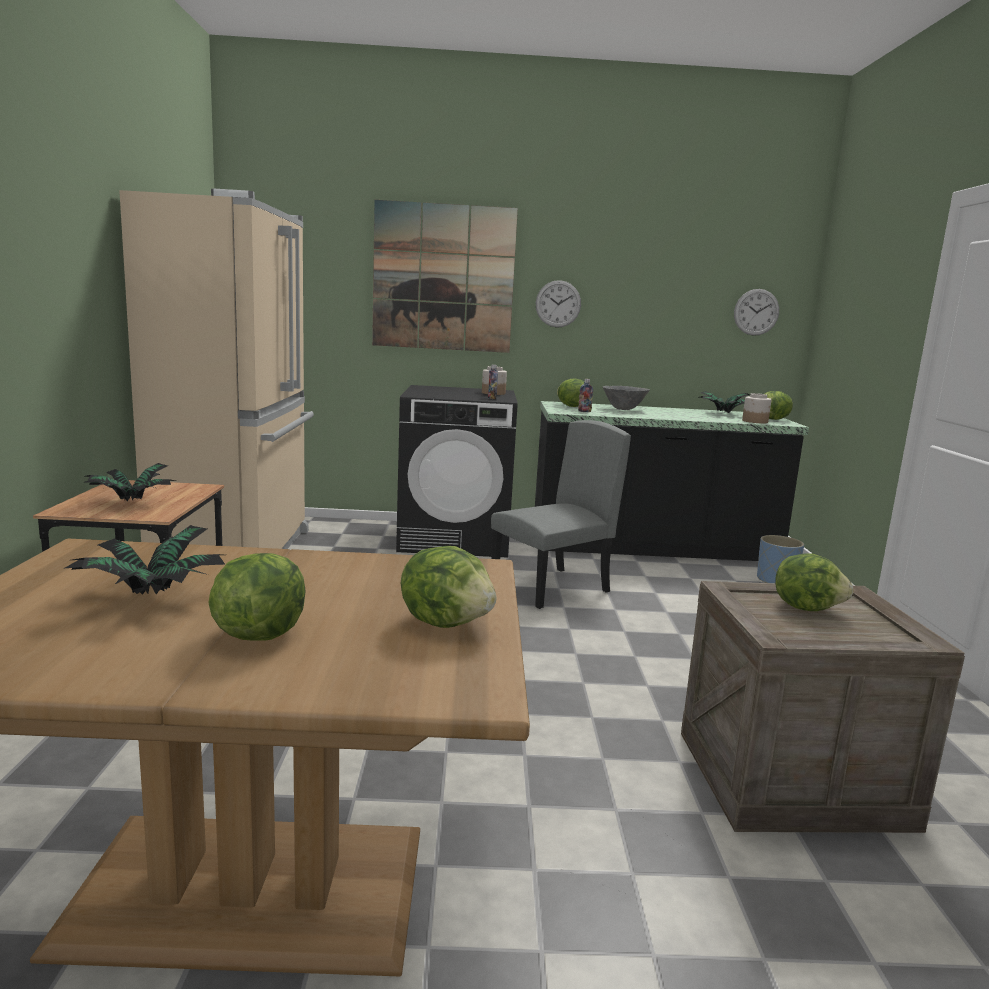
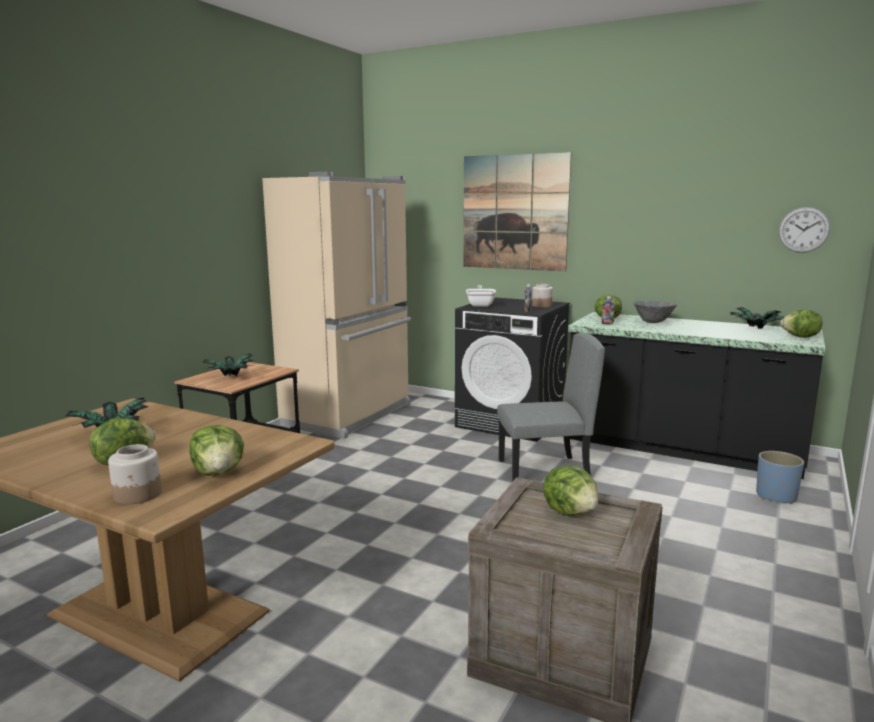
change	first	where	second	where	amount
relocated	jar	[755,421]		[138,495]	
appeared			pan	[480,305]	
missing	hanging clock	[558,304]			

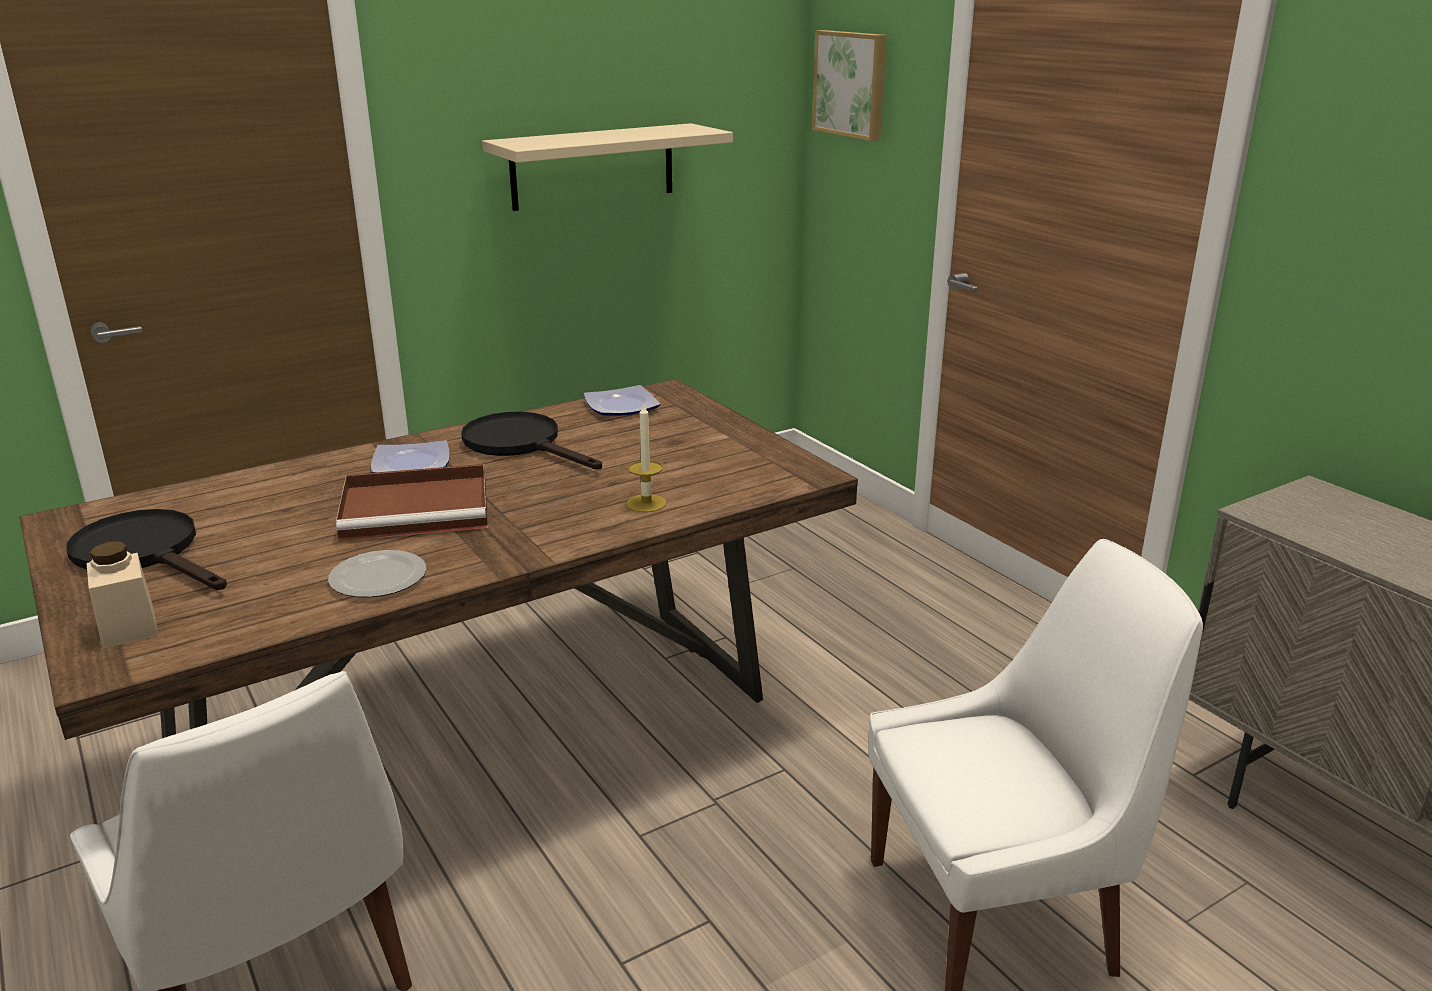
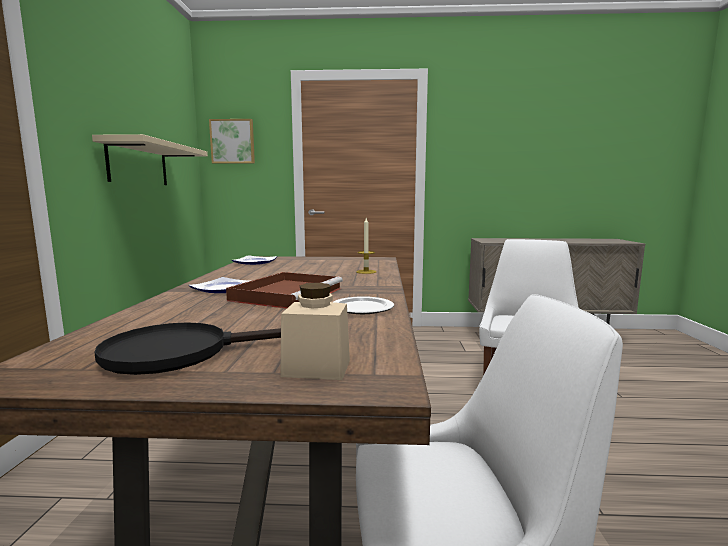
change	first	where	second	where	amount
missing	pan (blackish)	[521,444]			

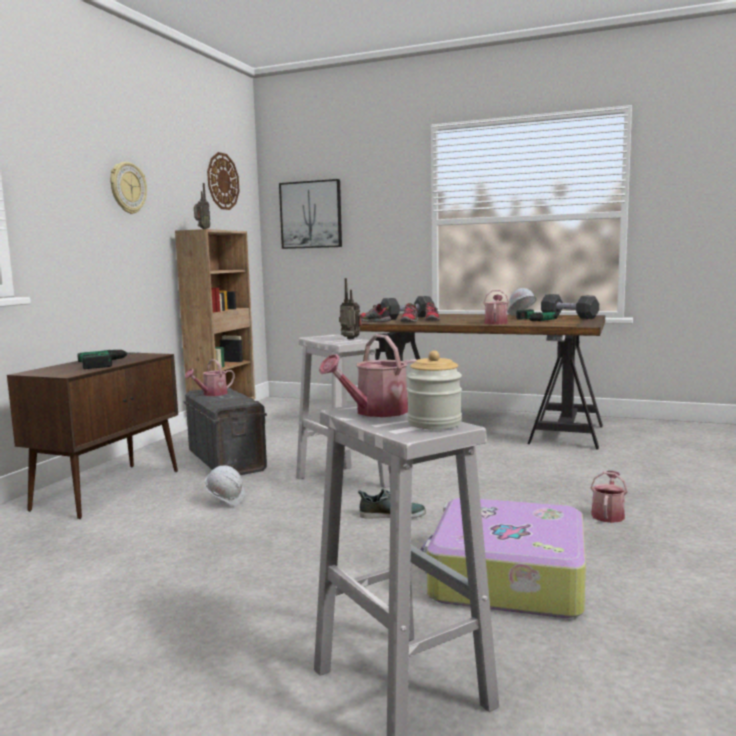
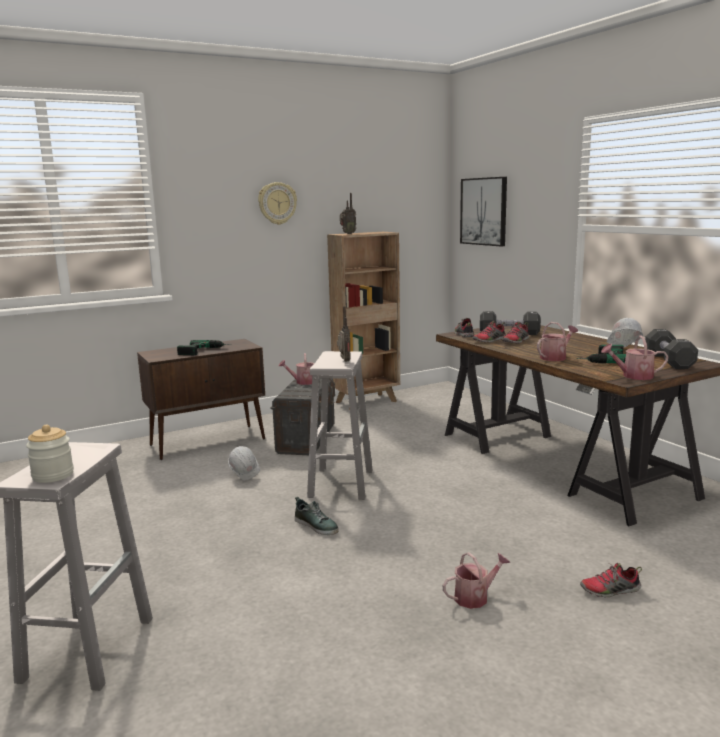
change	first	where	second	where	amount
appeared			shoe	[610,591]	
relocated	sprinkling can	[375,412]		[633,376]	
missing	hanging clock	[222,181]			
missing	piece of luggage	[505,578]			

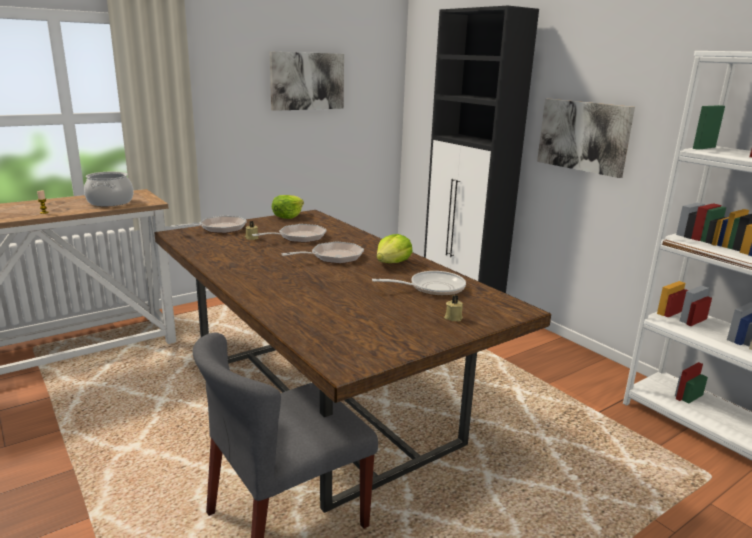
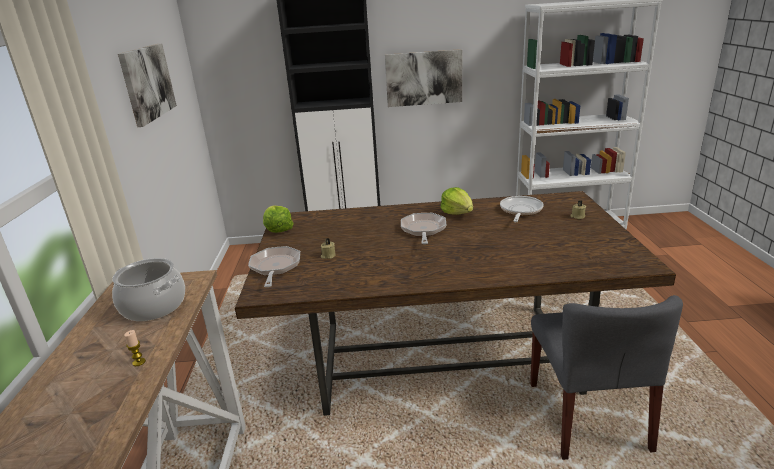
change	first	where	second	where	amount
missing	pan	[298,237]			

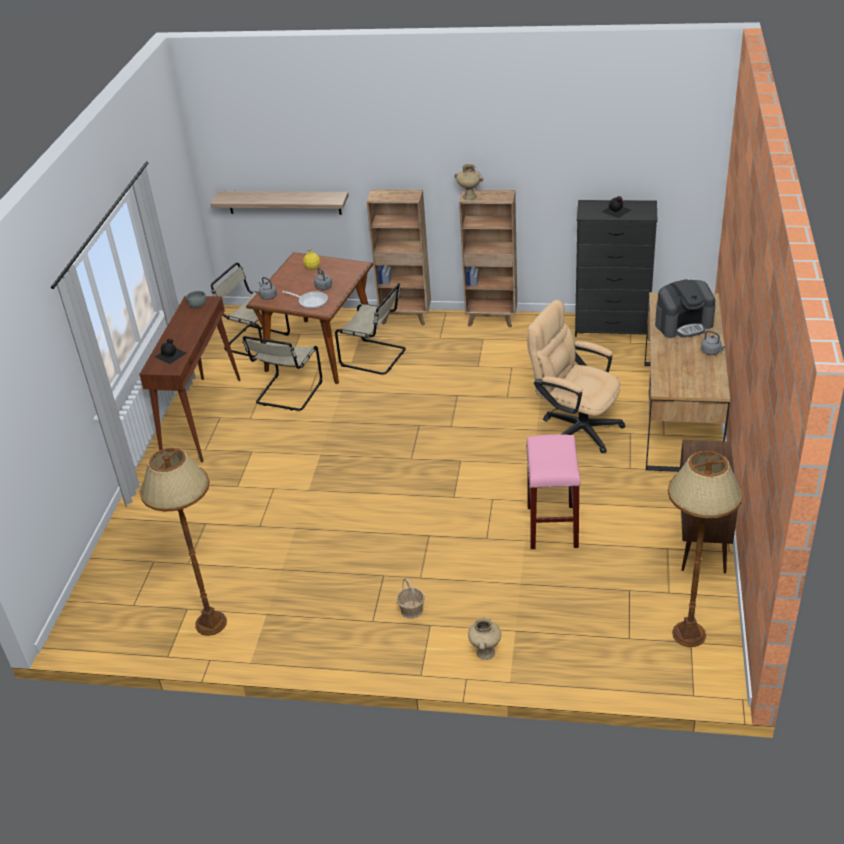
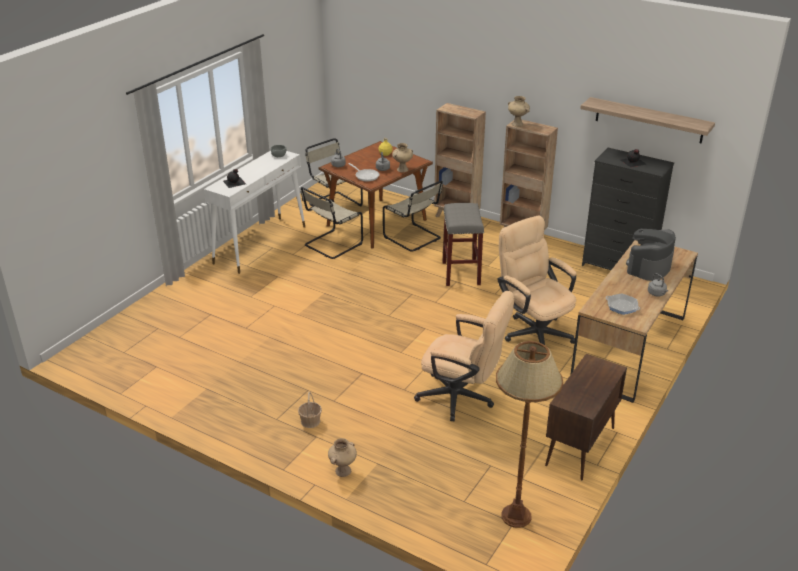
change	first	where	second	where	amount
colour	hall table (brown-coloured)	[202,418]	hall table (white-coloured)	[260,244]	
appeared			vase (beige-coloured)	[402,169]	
exchanged	stool seat (pink)	[553,527]	computer chair (beige-coloured)	[462,398]	
appeared			stool seat (greyish)	[461,274]	
relocated	shelf	[284,202]		[649,120]	
appeared			pan	[622,306]	
spun	coffee brewer	[683,324]		[648,267]	120 degrees clockwise
missing	floor lamp (brown-coloured)	[211,623]			

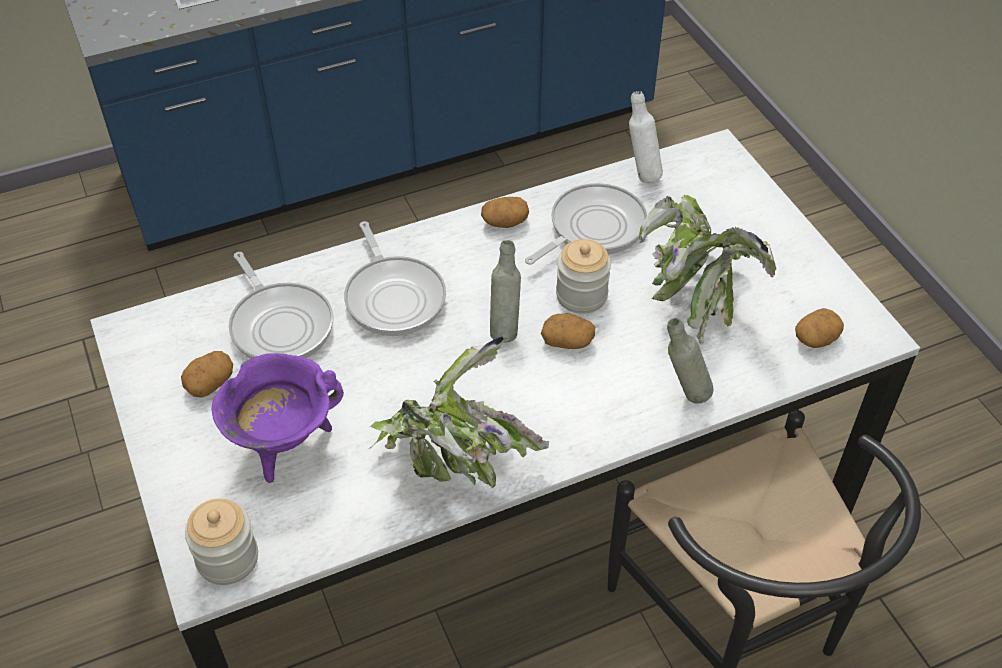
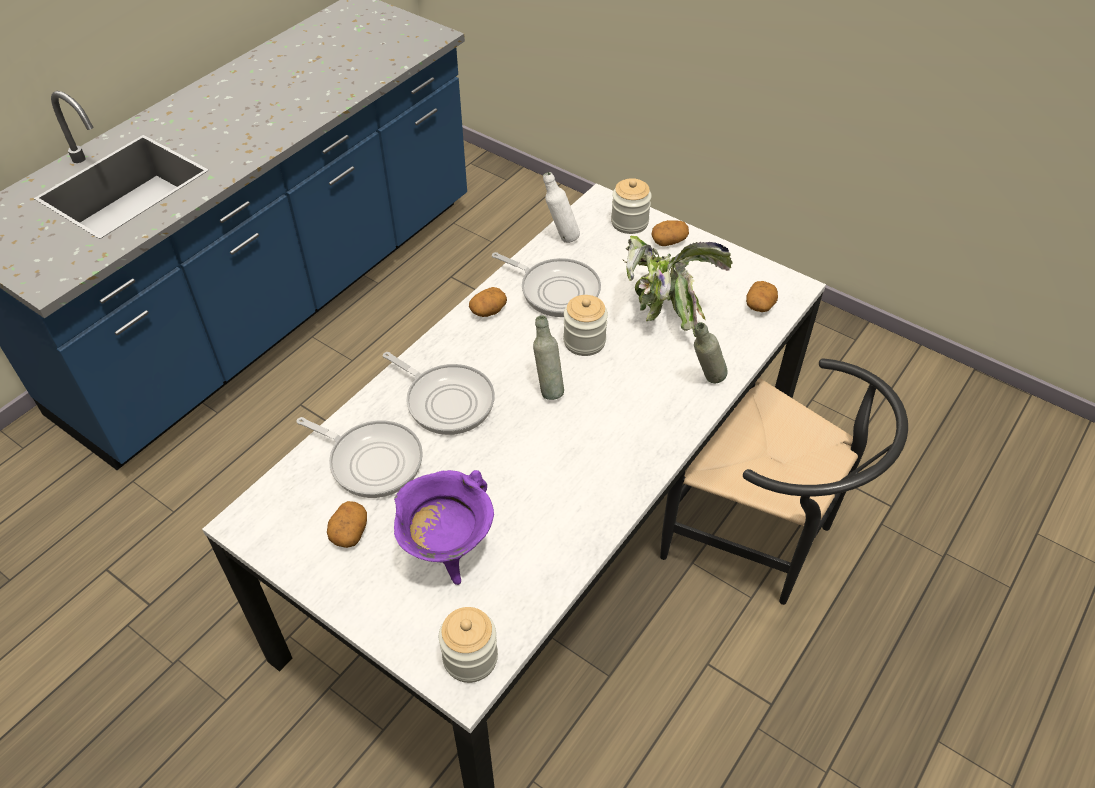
change	first	where	second	where	amount
spun	pan	[592,228]		[556,290]	105 degrees clockwise
appeared			jar	[629,222]	
relocated	whole potato	[568,341]		[669,240]	
missing	houseplant	[453,463]			

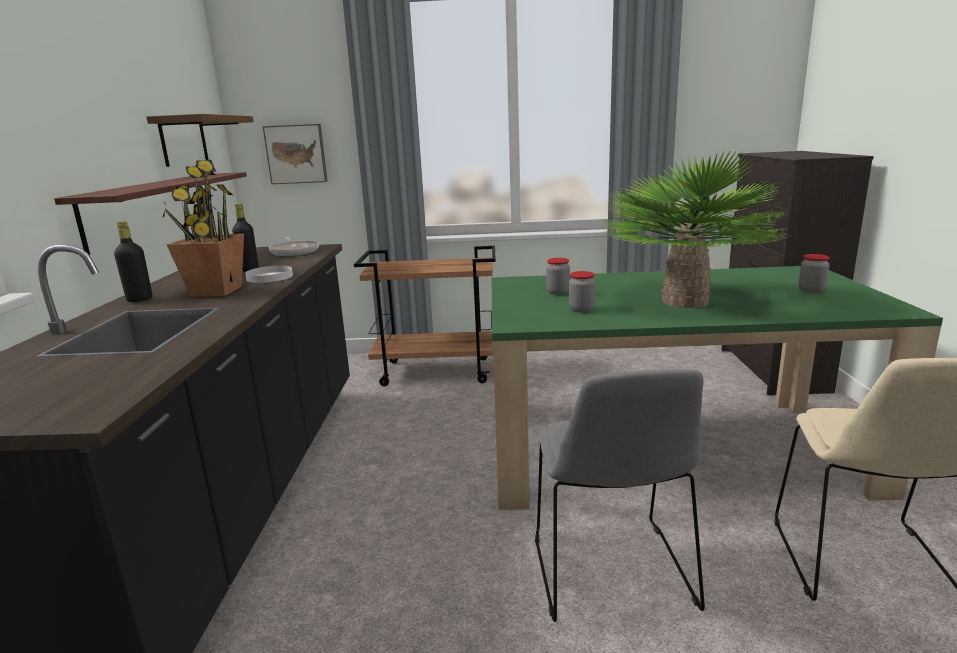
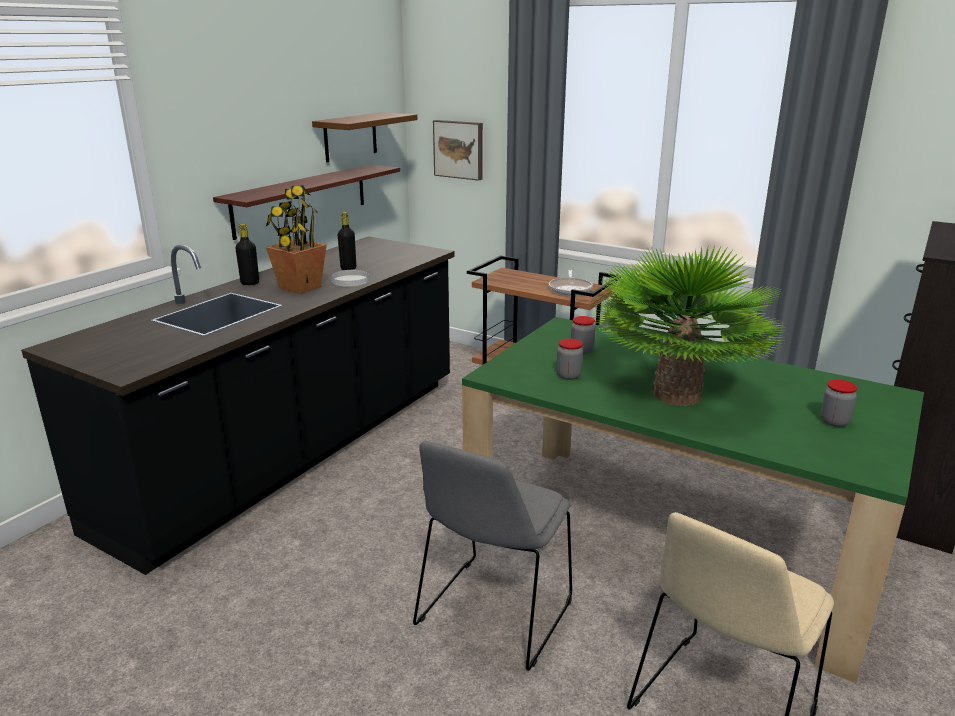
change	first	where	second	where	amount
relocated	pan	[294,251]		[570,289]	

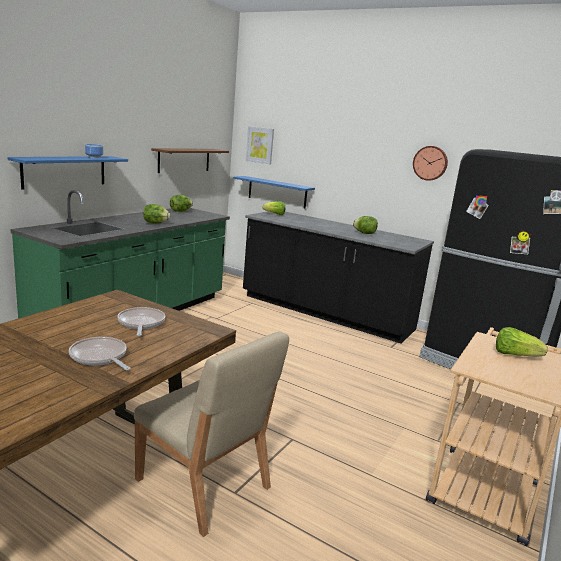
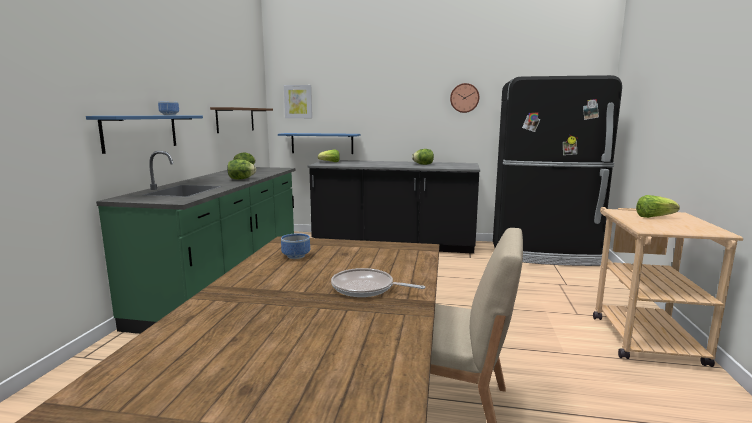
change	first	where	second	where	amount
appeared			deep dish	[294,256]	
missing	pan	[141,323]			

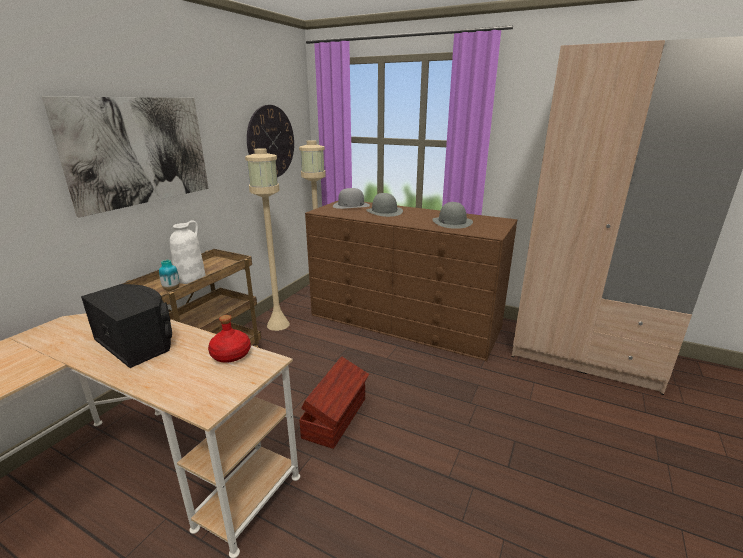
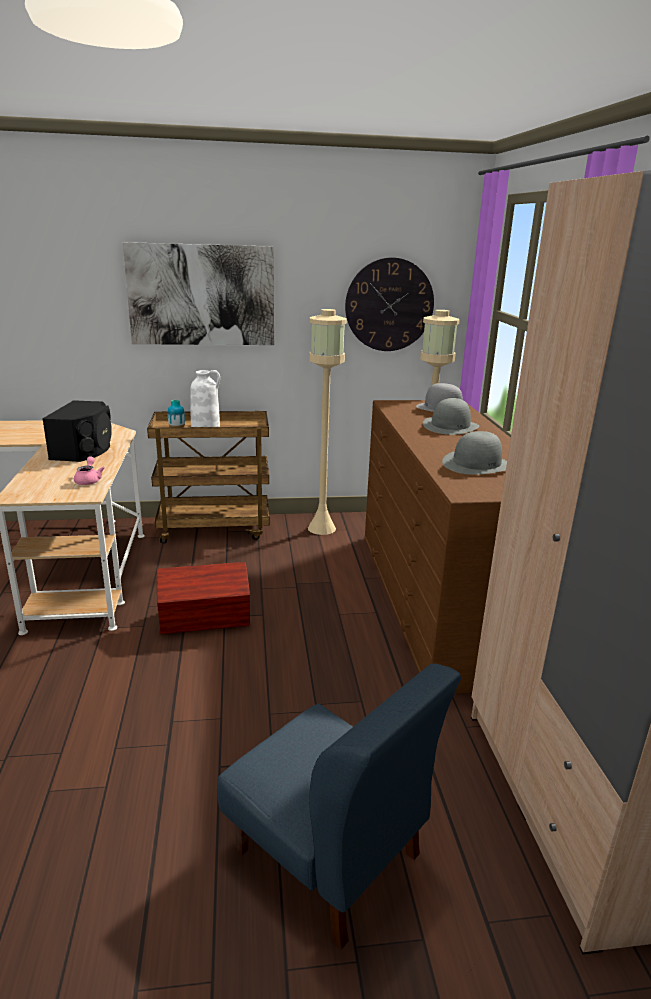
change	first	where	second	where	amount
exchanged	beverage bottle (red)	[230,355]	tea pot (pink)	[89,480]	
appeared			upright chair (blue)	[328,853]	

